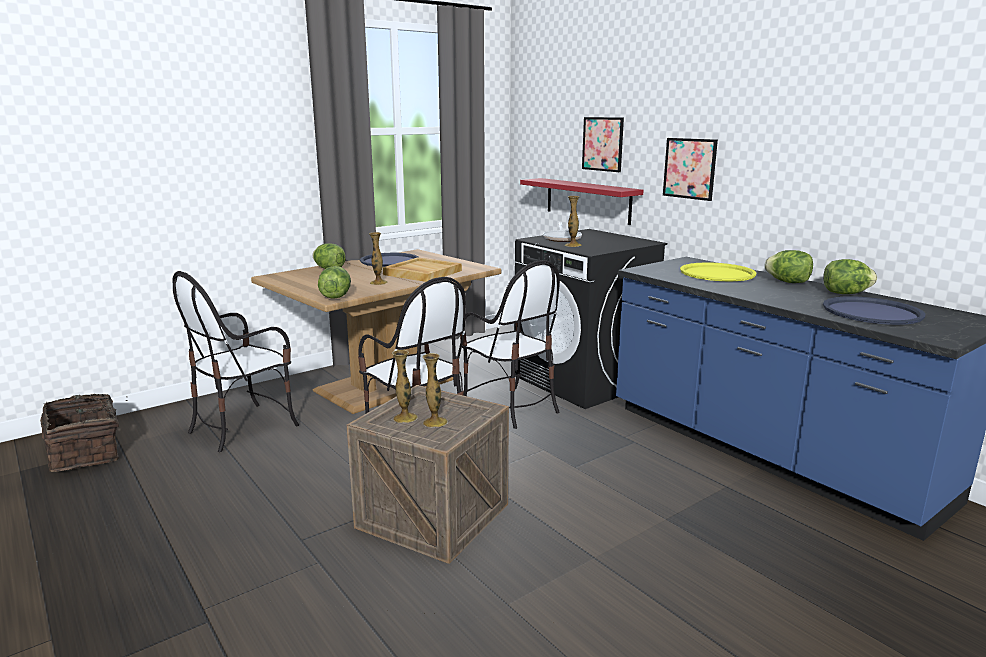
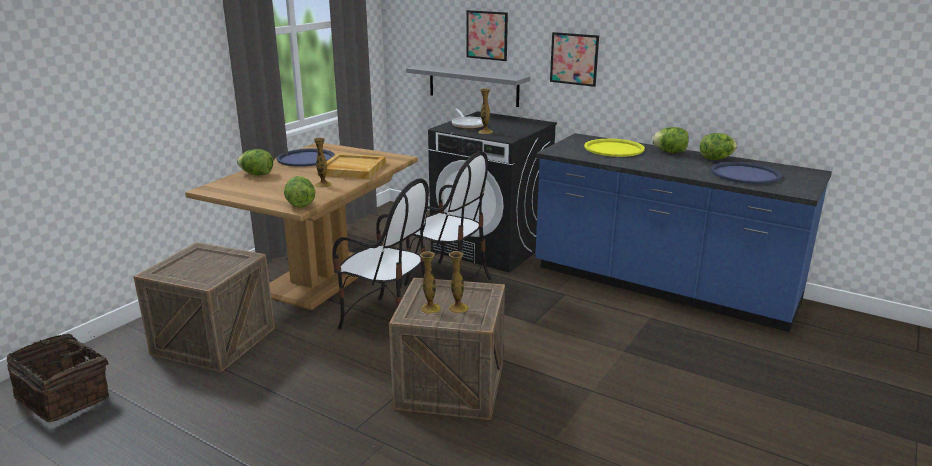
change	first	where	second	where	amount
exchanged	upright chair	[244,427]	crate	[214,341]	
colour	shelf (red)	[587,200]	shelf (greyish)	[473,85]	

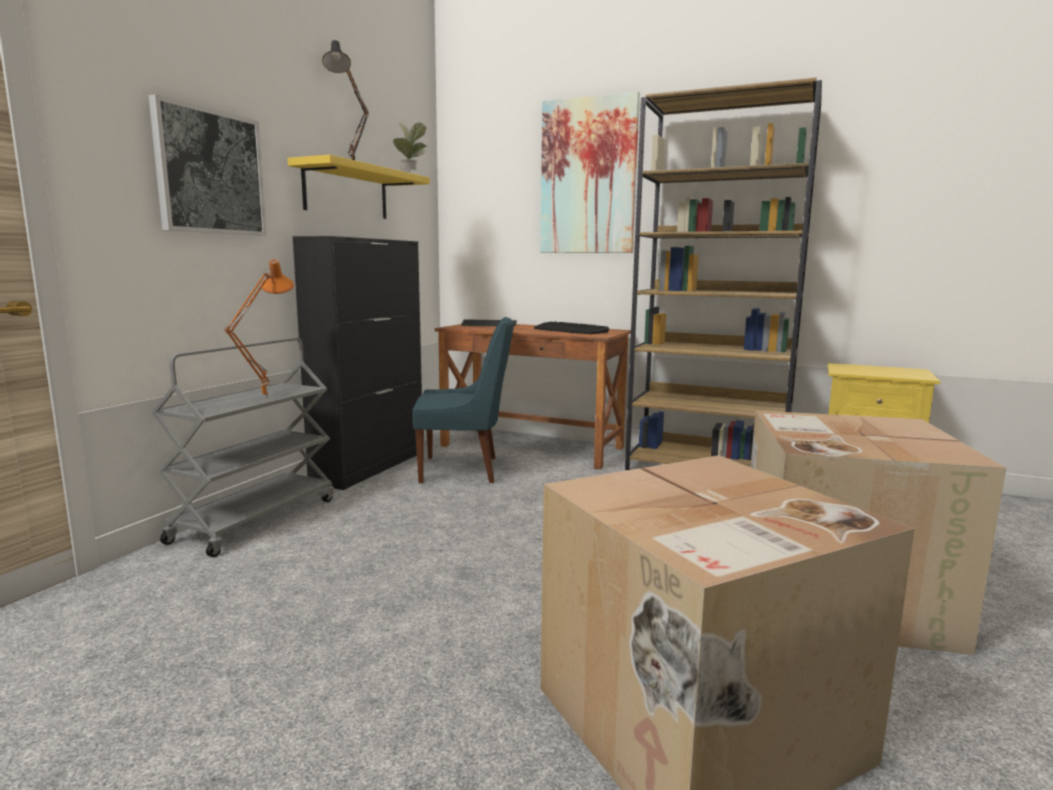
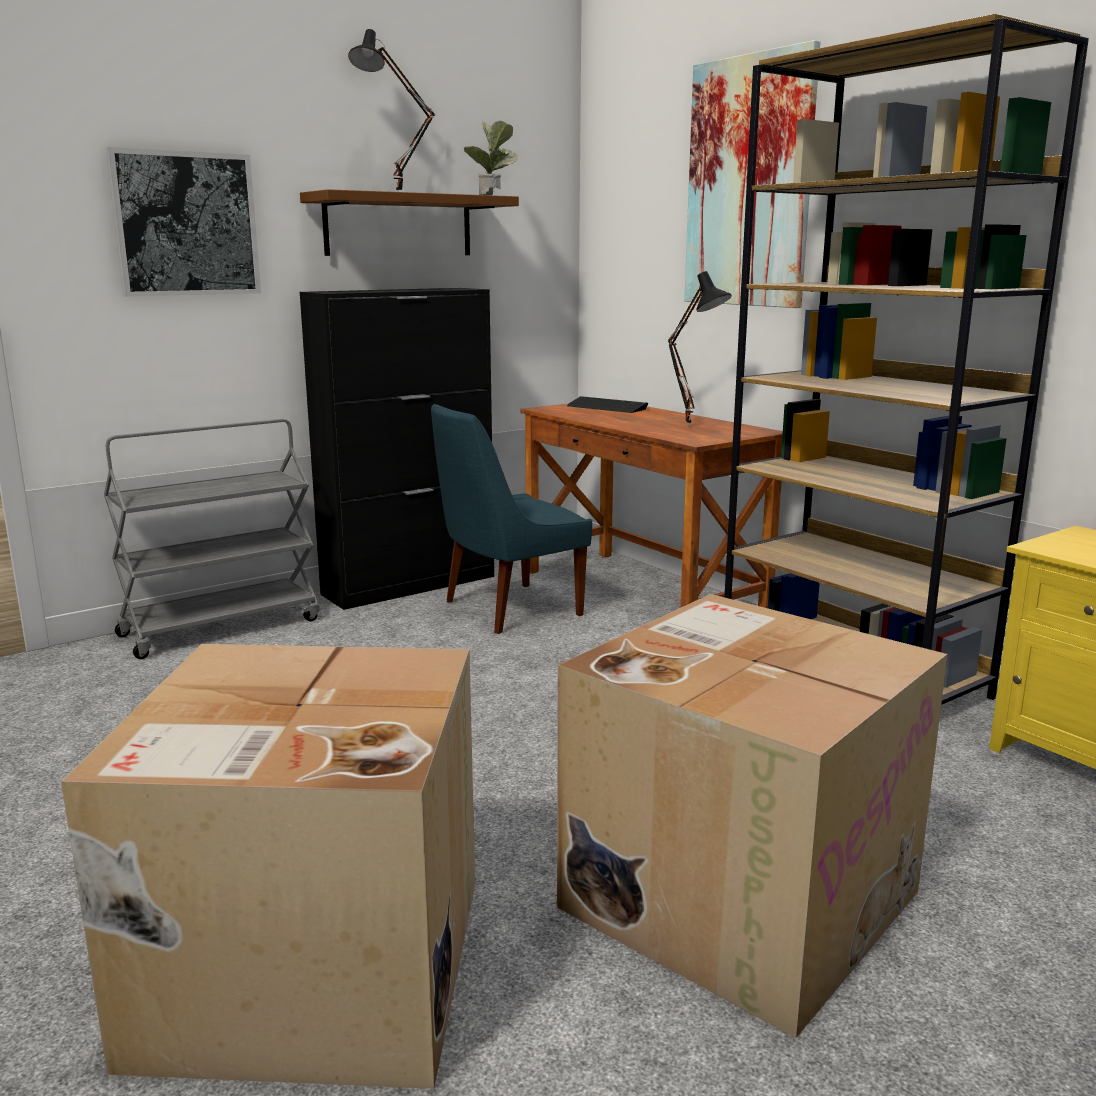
change	first	where	second	where	amount
colour	shelf (yellow)	[346,192]	shelf (brown-coloured)	[398,225]	
spun	upright chair (blue)	[463,470]		[507,609]	120 degrees clockwise
exchanged	computer keyboard	[571,330]	table lamp (blackish)	[691,426]	
missing	table lamp (orange-coloured)	[263,398]			

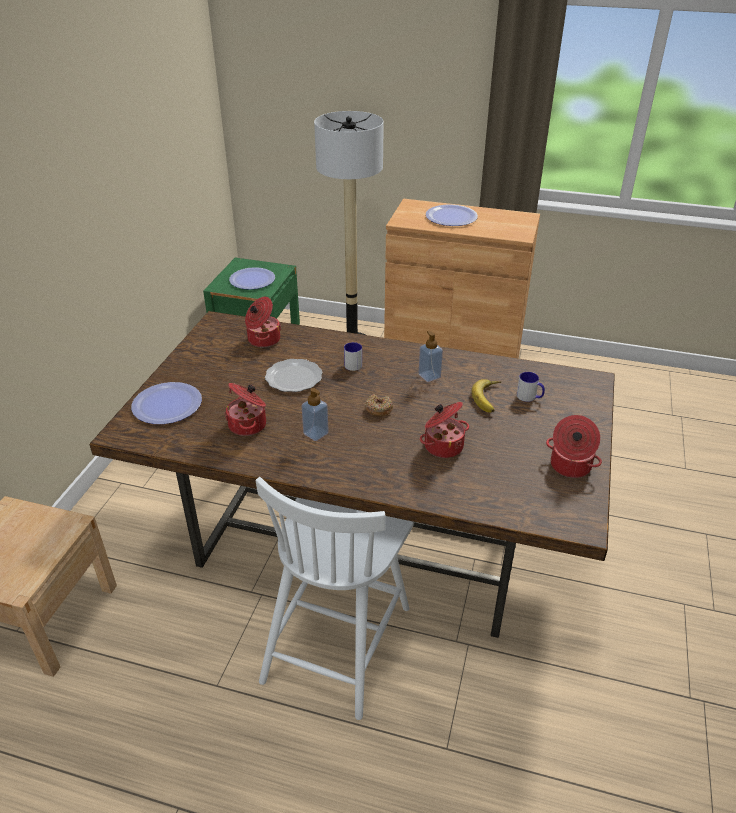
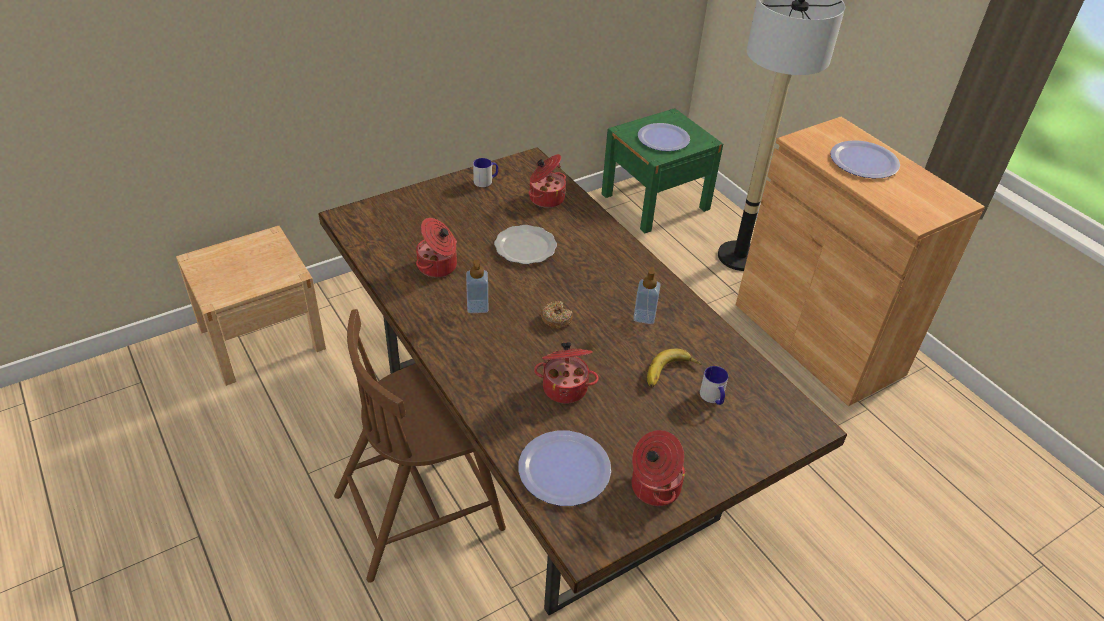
change	first	where	second	where	amount
colour	upright chair (white-coloured)	[337,640]	upright chair (brown-coloured)	[422,509]	
relocated	coffee mug	[354,363]		[486,181]	
relocated	dinner plate	[167,405]		[564,469]	

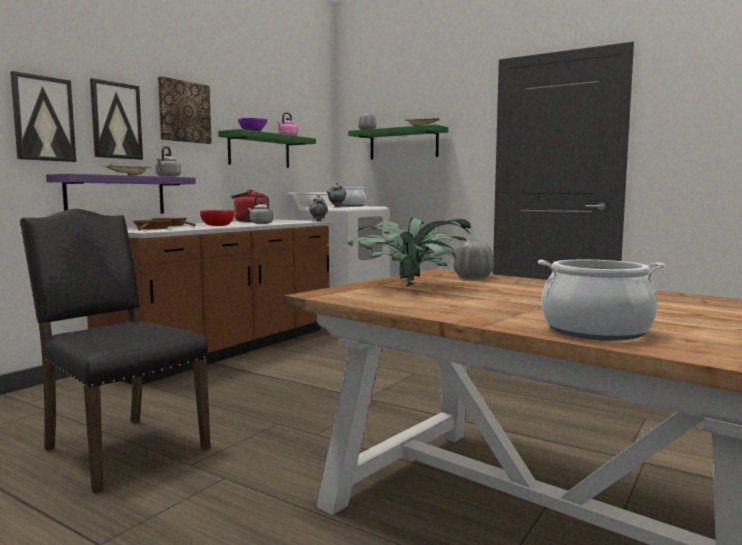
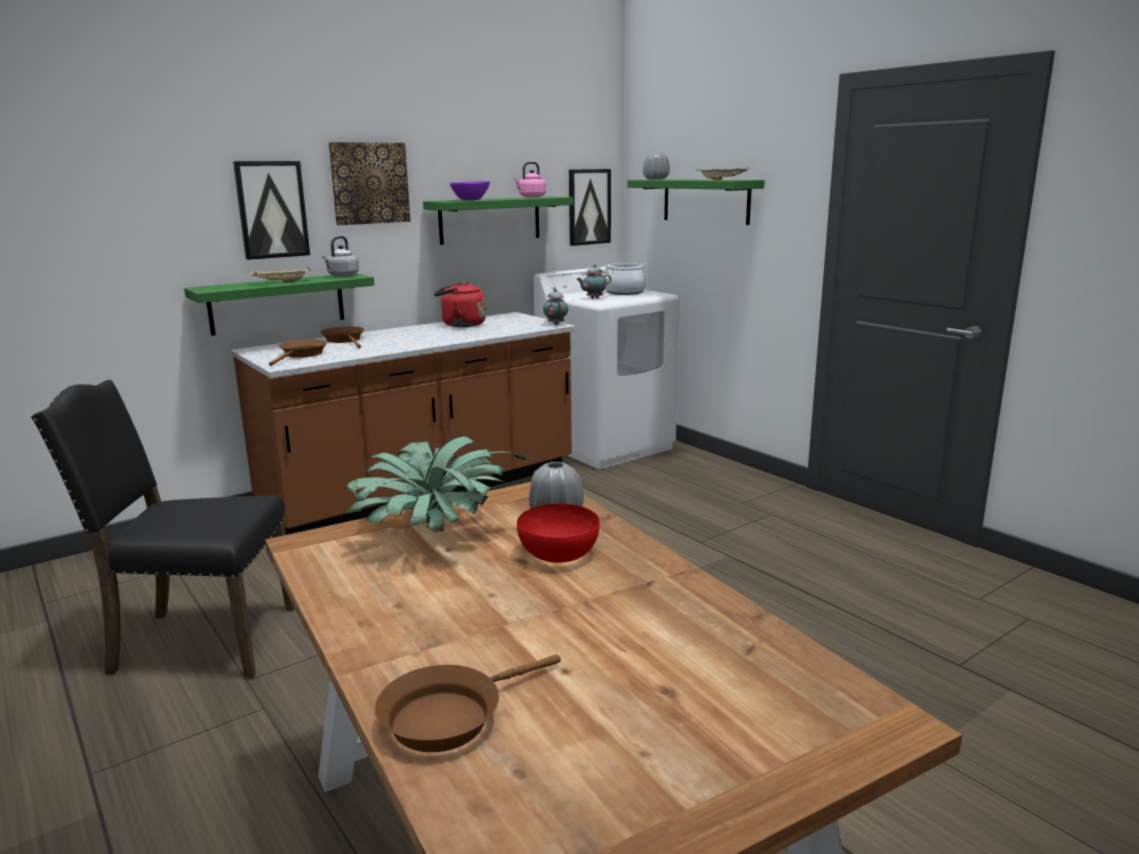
change	first	where	second	where	amount
spun	upright chair (blackish)	[121,449]		[200,641]	60 degrees counterclockwise
colour	shelf (purple-coloured)	[116,195]	shelf (green-coloured)	[277,303]	
exchanged	cooking pot	[596,331]	pan (brown-coloured)	[449,716]	
relocated	deep dish (red)	[217,225]		[557,553]	
relocated	wall art	[43,119]		[589,207]	
missing	tea kettle (greyish)	[260,223]			

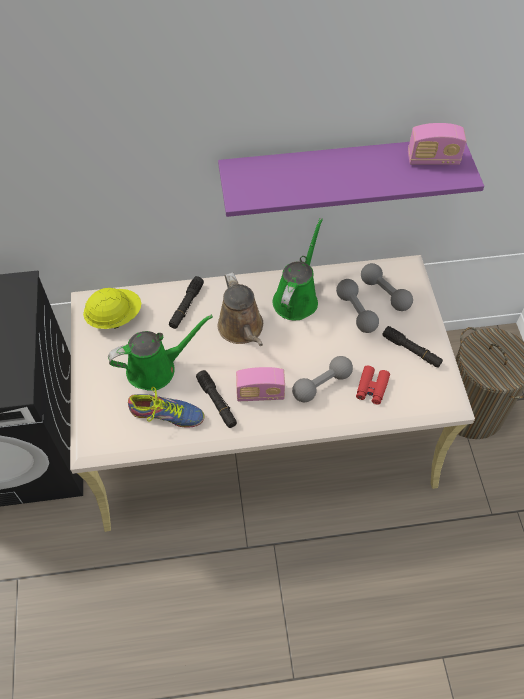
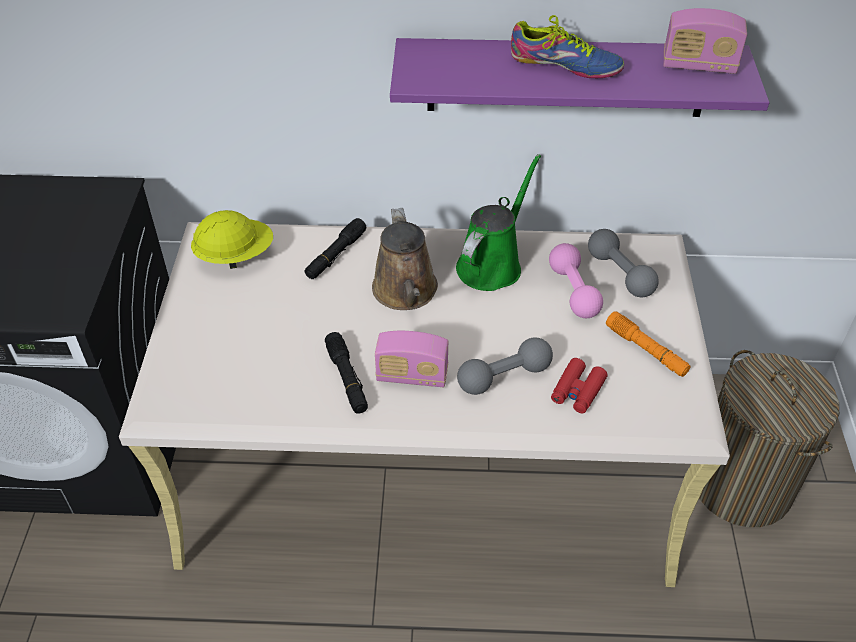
change	first	where	second	where	amount
relocated	shoe	[167,414]		[564,64]	
colour	free weight (greyish)	[356,312]	free weight (pink)	[573,291]	
colour	torch (blackish)	[411,350]	torch (orange-coloured)	[646,350]	
missing	sprinkling can (green-coloured)	[156,368]			

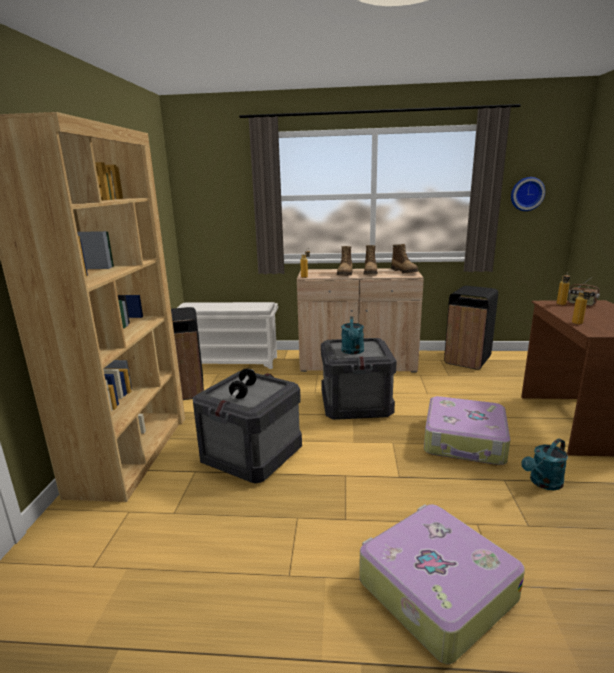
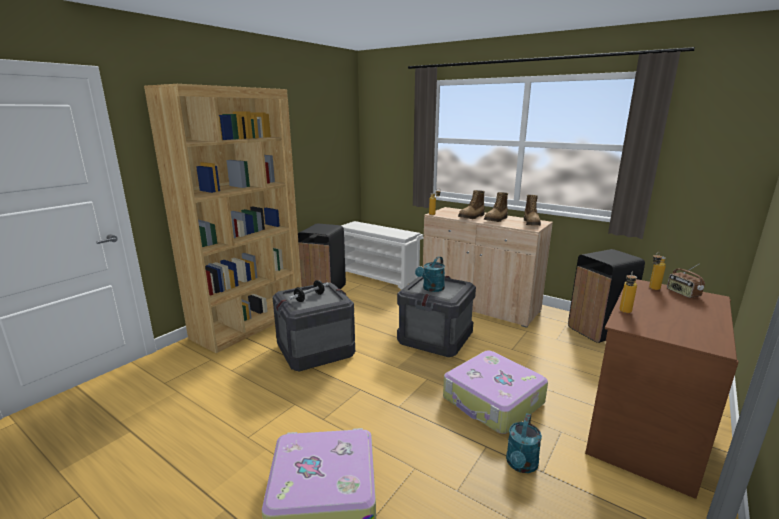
change	first	where	second	where	amount
spun	sprinkling can (turquoise-coloured)	[543,483]		[521,465]	60 degrees counterclockwise
missing	hanging clock	[526,194]			

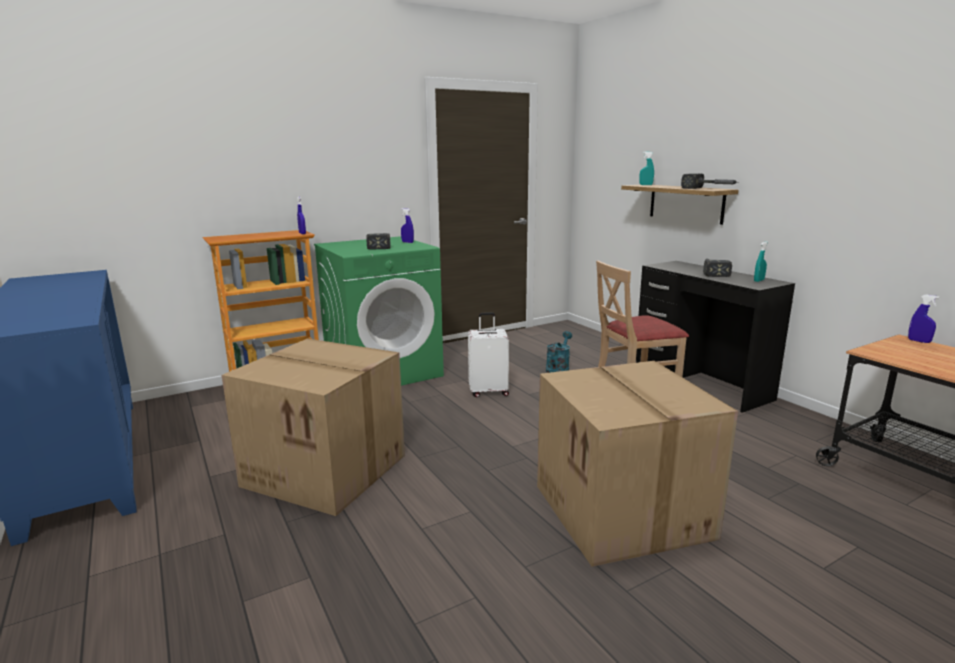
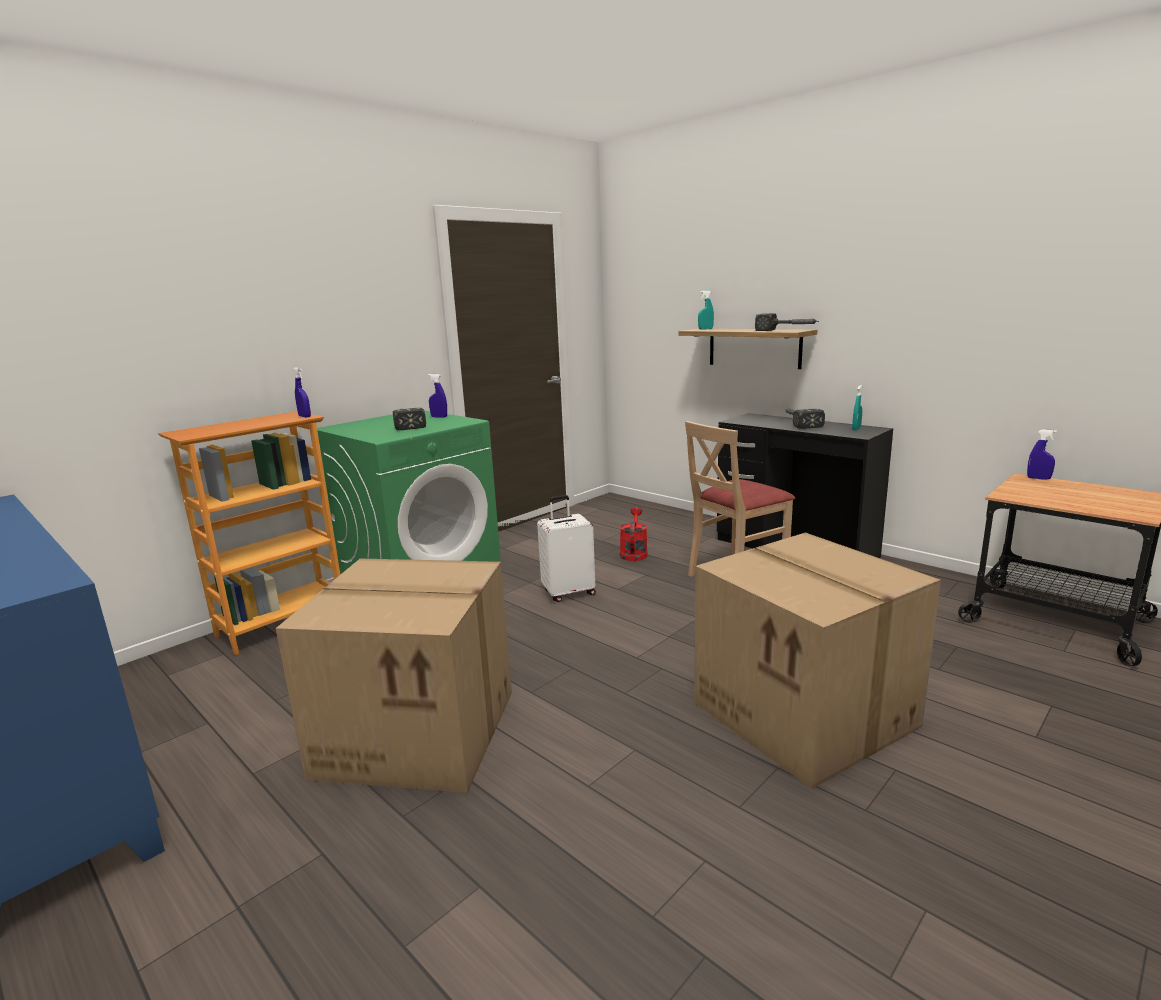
change	first	where	second	where	amount
colour	sprinkling can (turquoise-coloured)	[558,368]	sprinkling can (red)	[633,553]	

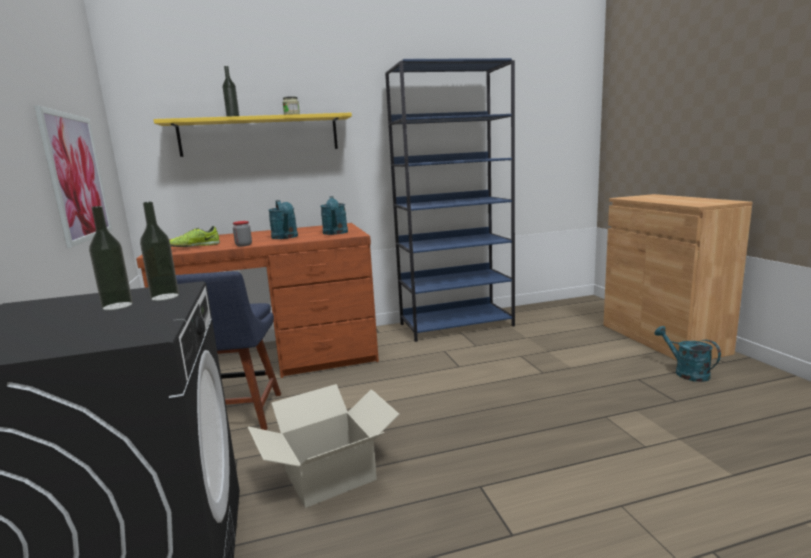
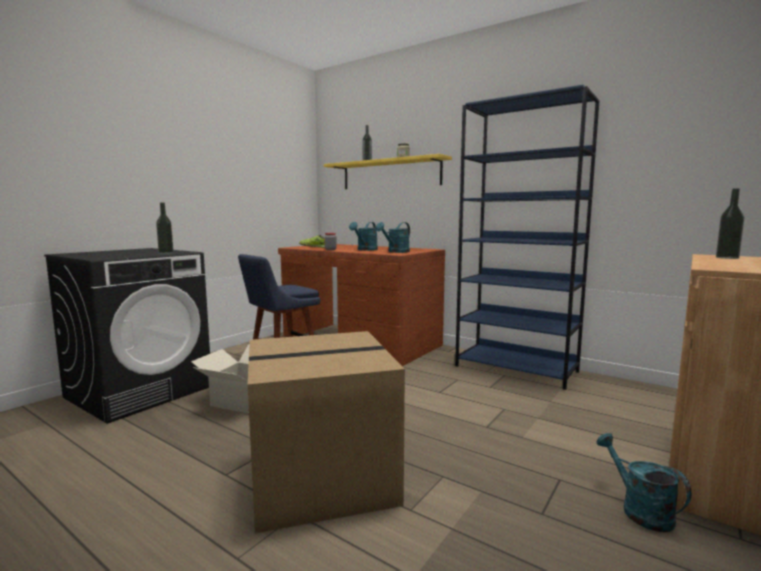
change	first	where	second	where	amount
appeared			cardboard box	[320,478]	
spun	sprinkling can (turquoise-coloured)	[686,372]		[639,510]	45 degrees counterclockwise
relocated	beverage bottle	[117,306]		[727,258]	
missing	wall art	[77,177]			

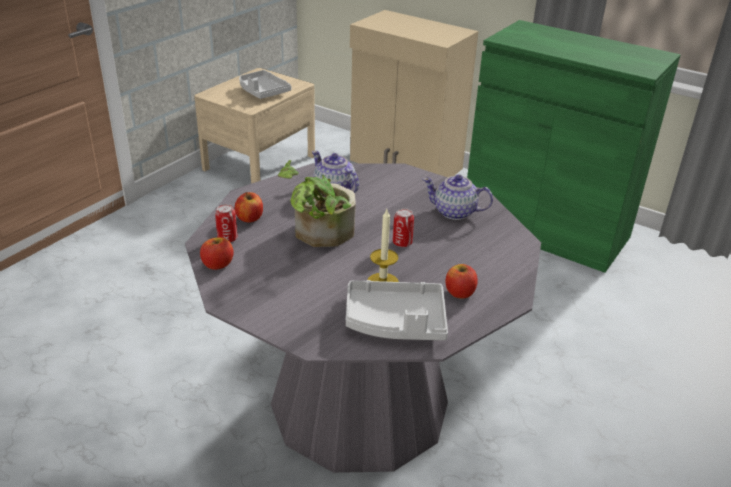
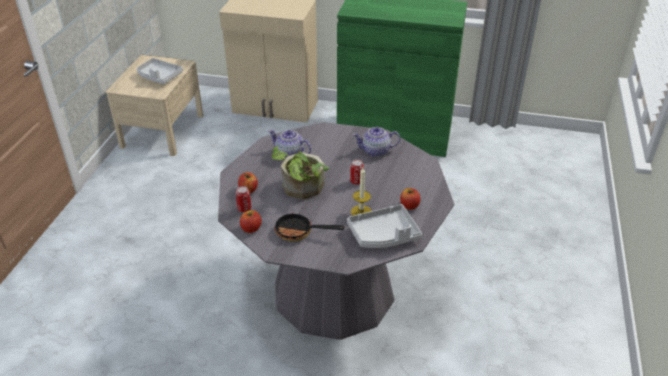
change	first	where	second	where	amount
appeared			pan	[299,232]	

